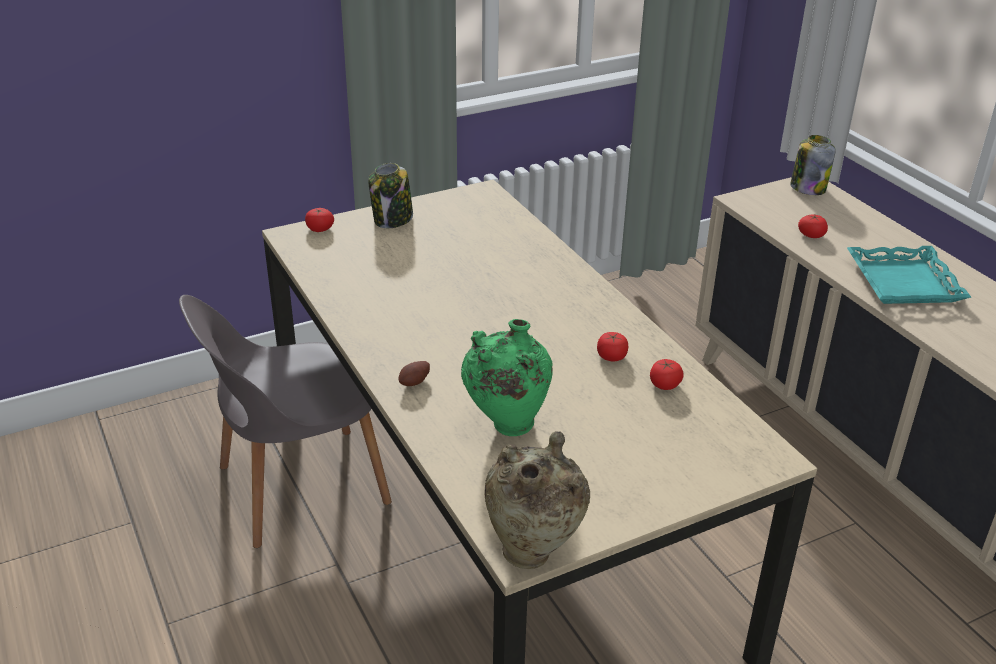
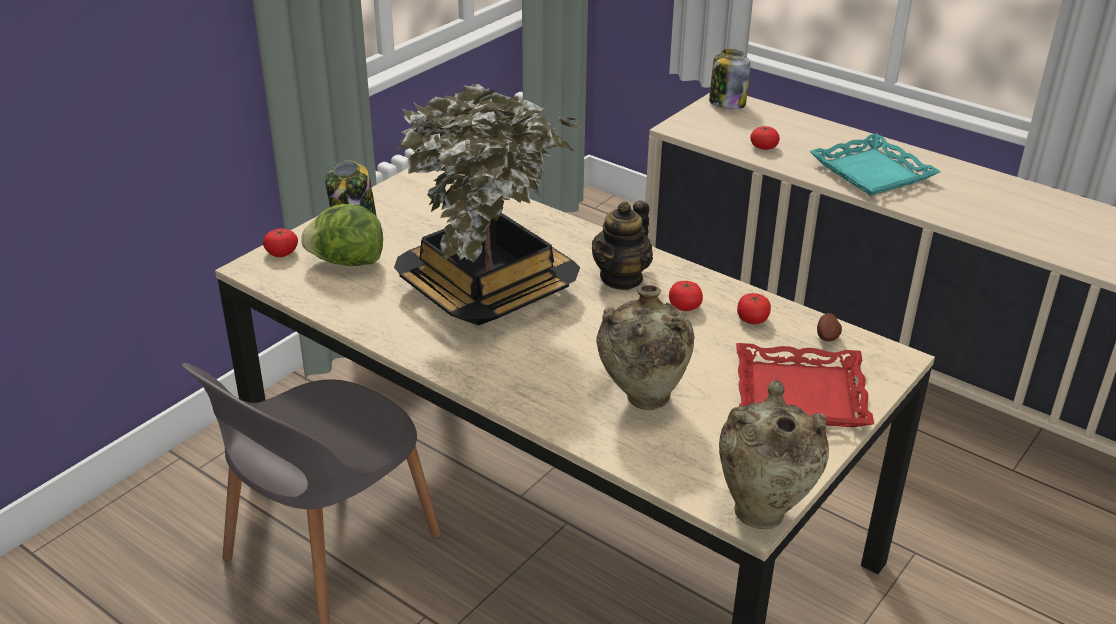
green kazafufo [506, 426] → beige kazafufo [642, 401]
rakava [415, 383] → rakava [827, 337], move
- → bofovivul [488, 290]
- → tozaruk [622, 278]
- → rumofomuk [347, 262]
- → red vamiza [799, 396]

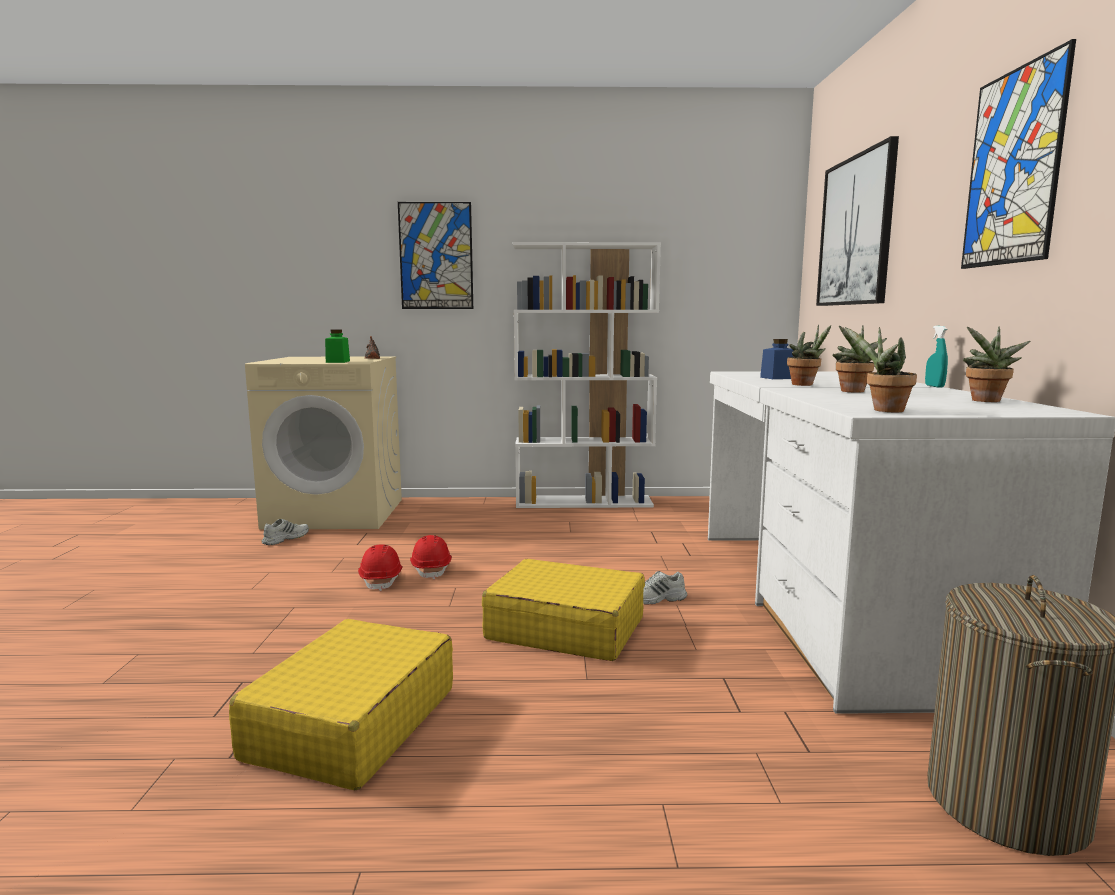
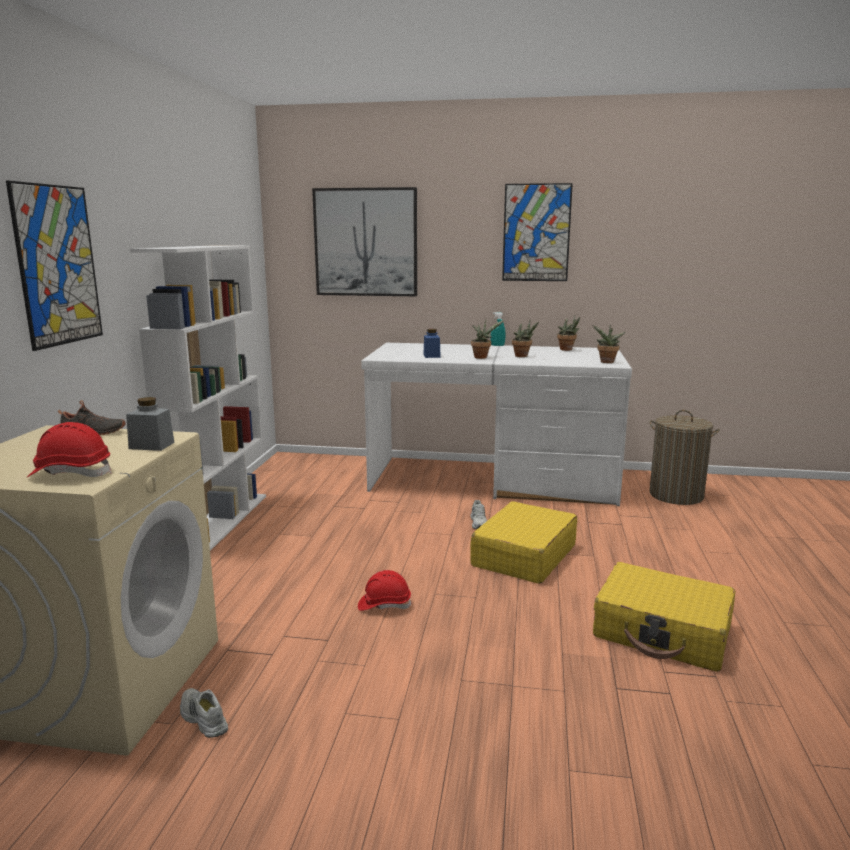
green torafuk [338, 361] → grey torafuk [151, 445]
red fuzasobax [382, 580] → red fuzasobax [71, 474], move

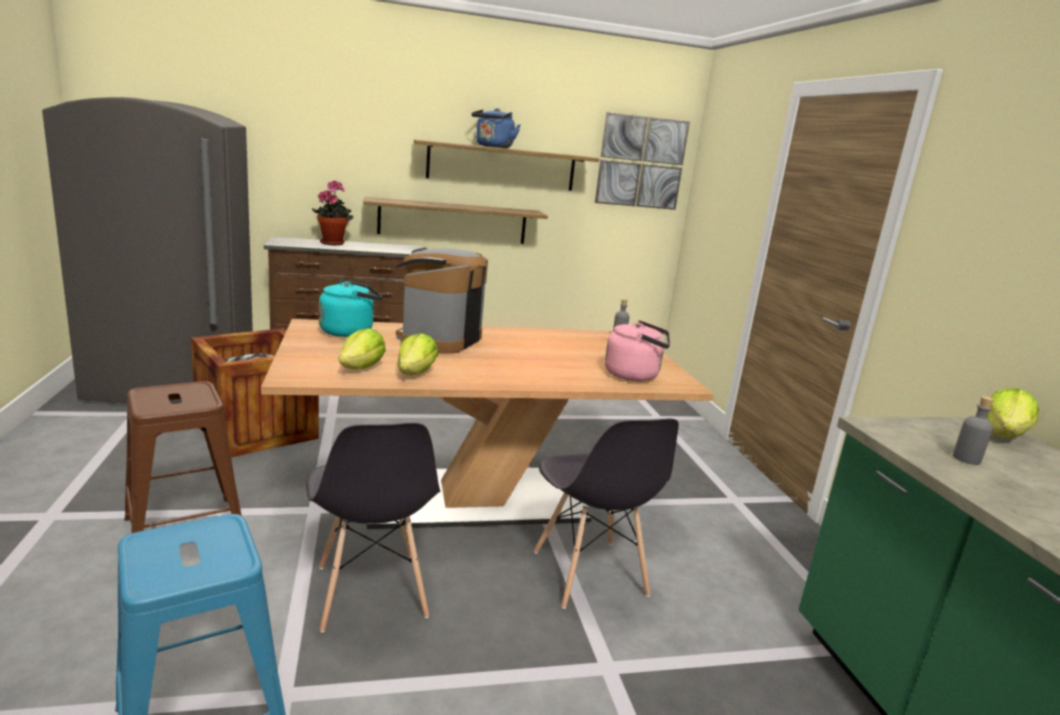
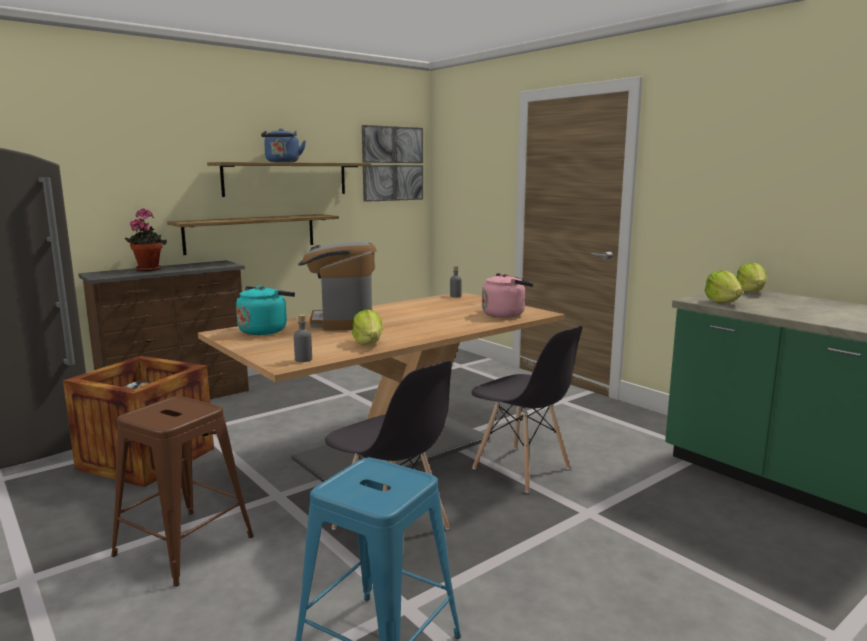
rumofomuk [362, 368] → rumofomuk [722, 302], move
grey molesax [966, 459] → grey molesax [303, 359], move

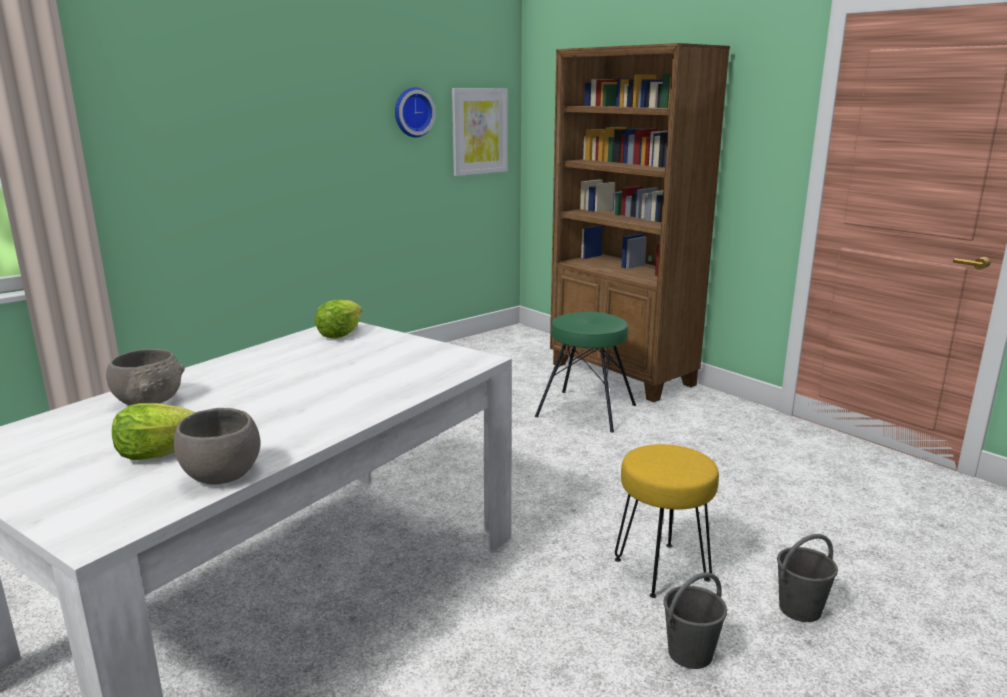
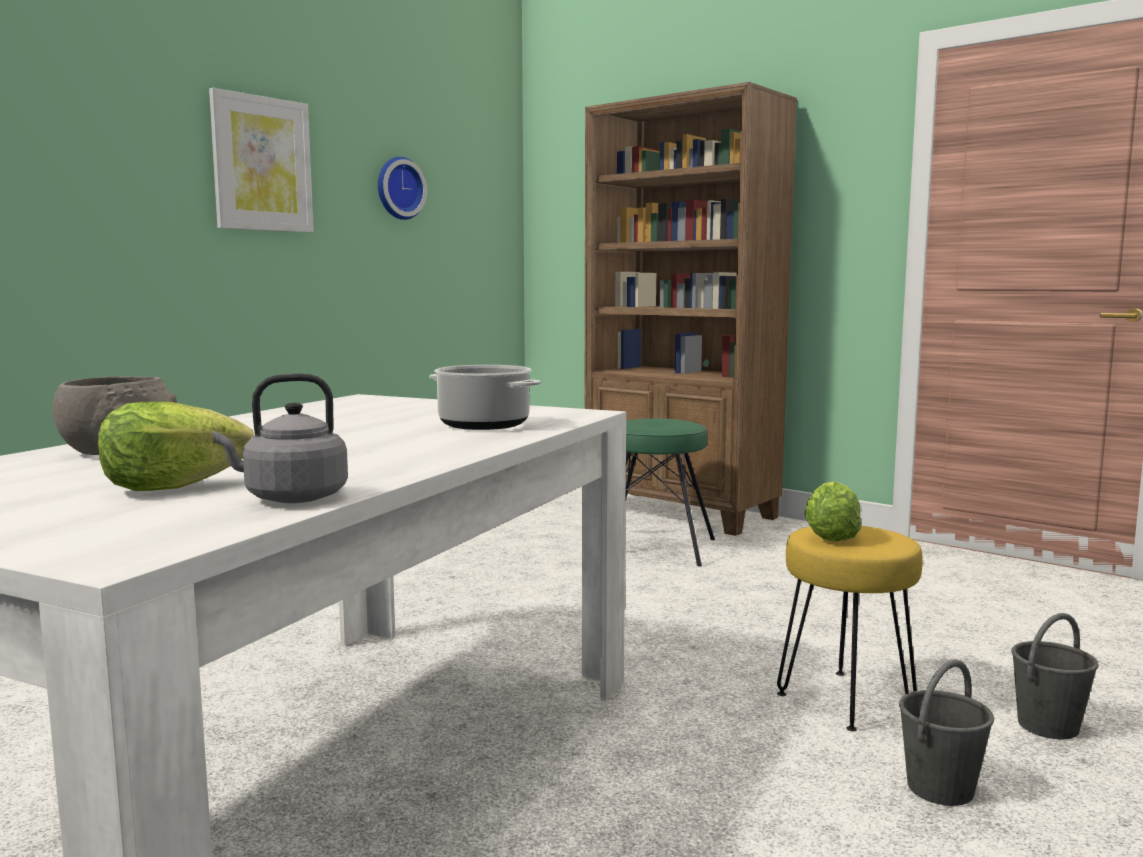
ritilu [479, 131] → ritilu [262, 164], move
rumofomuk [339, 334] → rumofomuk [831, 536], move
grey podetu [220, 473] → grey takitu [290, 498]
- → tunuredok [485, 425]

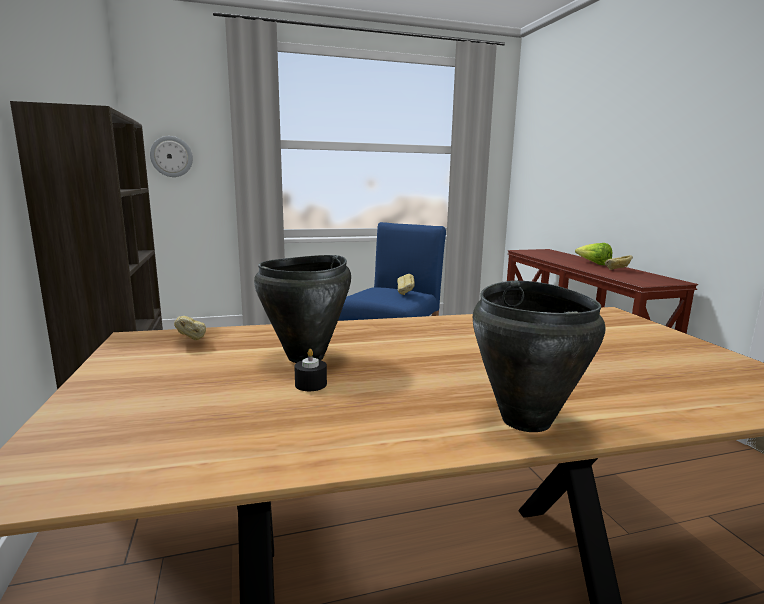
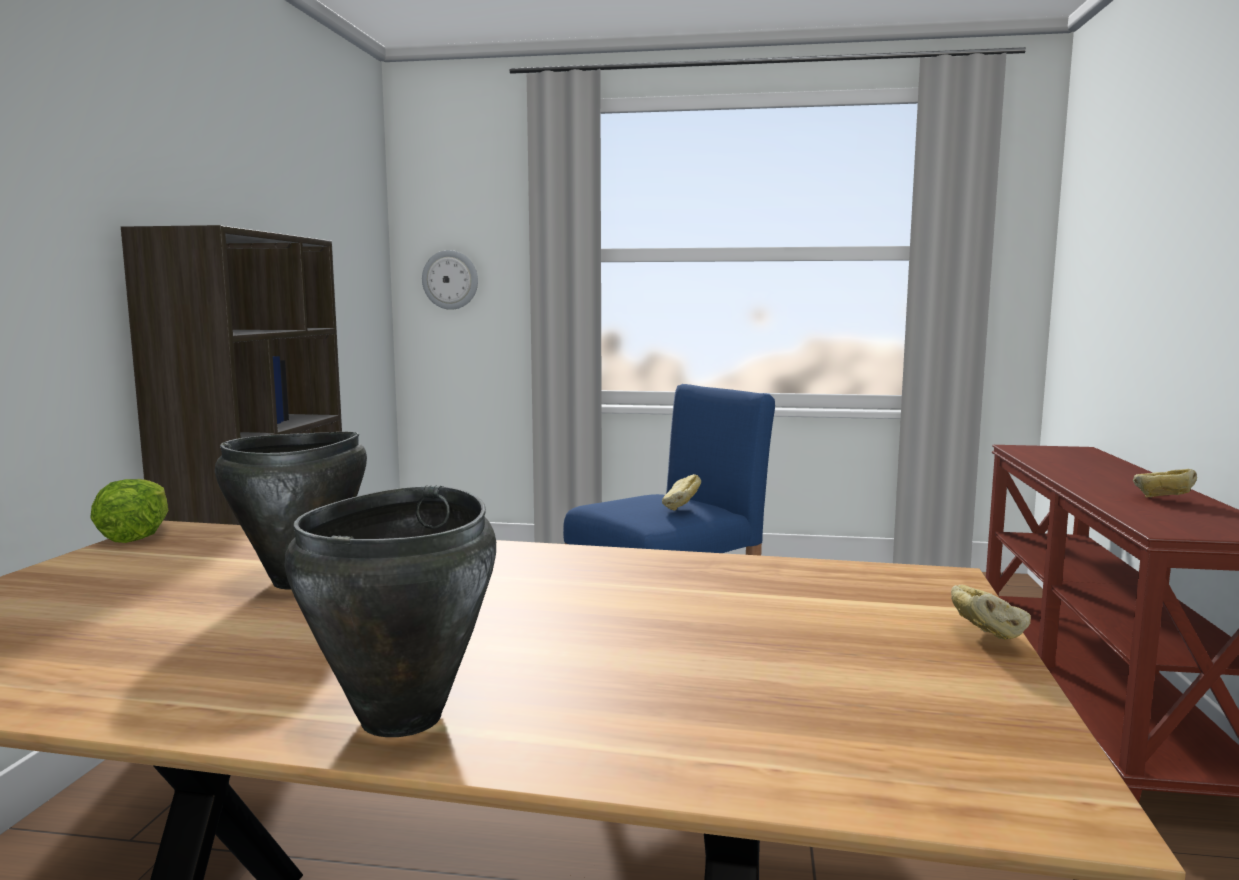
rumofomuk [593, 264] → rumofomuk [137, 535], move
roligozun [192, 341] → roligozun [985, 639], move
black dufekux [311, 384] → -

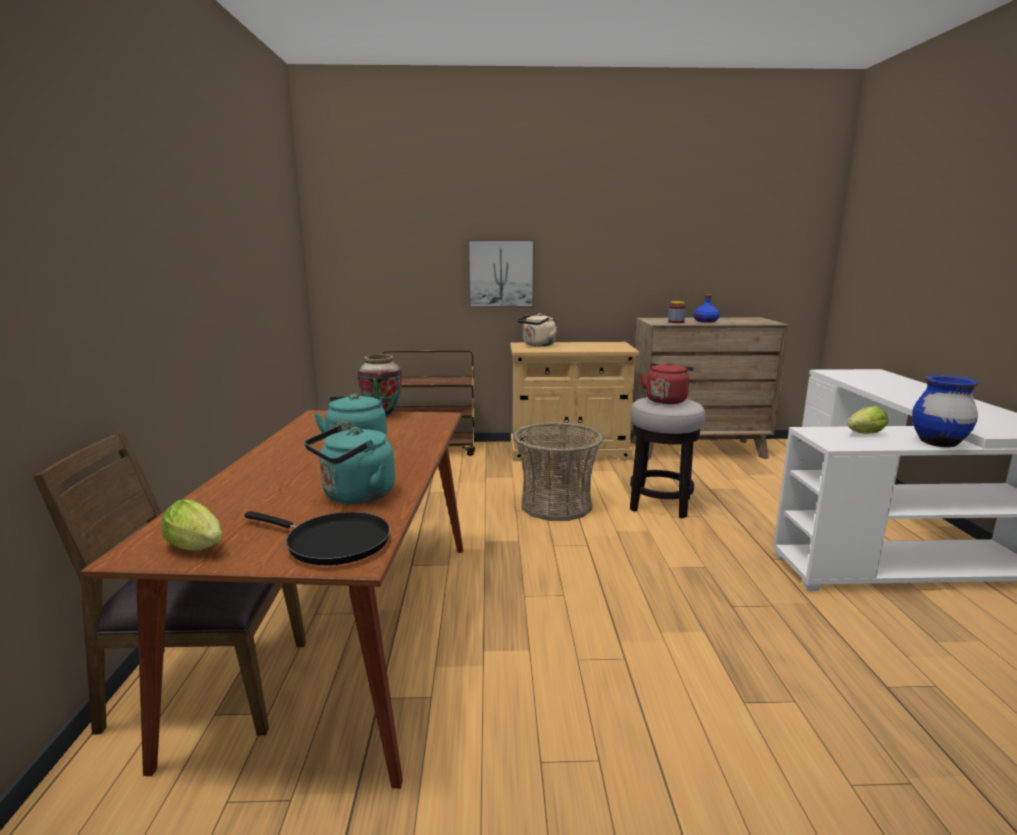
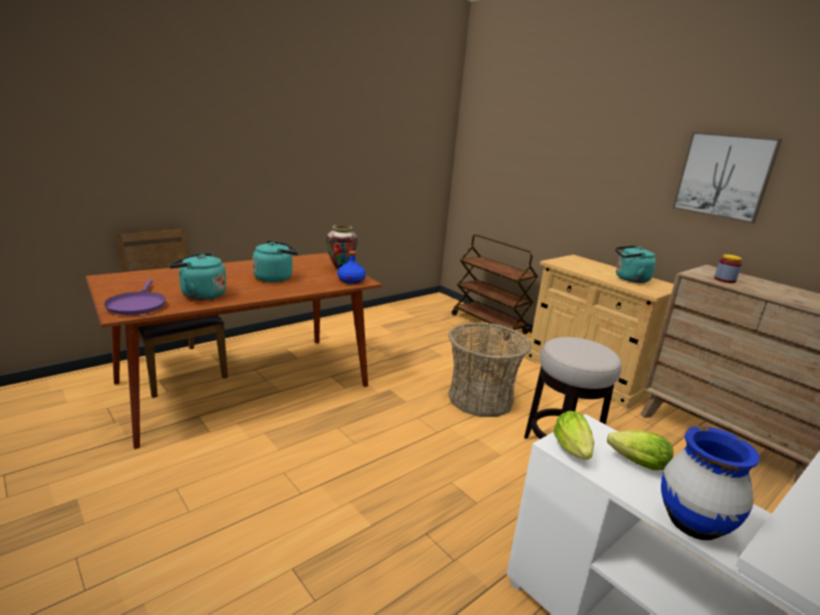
ritilu [501, 273] → ritilu [724, 176], move
blue molesax [706, 321] → blue molesax [351, 280], move
beige takitu [537, 345] → -
red takitu [666, 400] → -
rumofomuk [199, 548] → rumofomuk [573, 452], move
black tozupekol [332, 543] → purple tozupekol [137, 305]
- → turquoise takitu [629, 279]

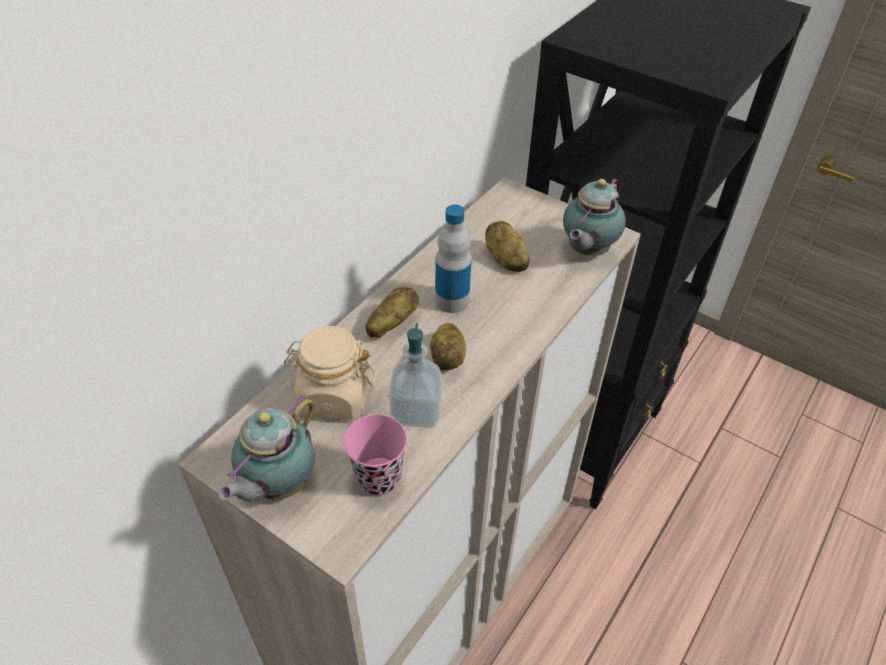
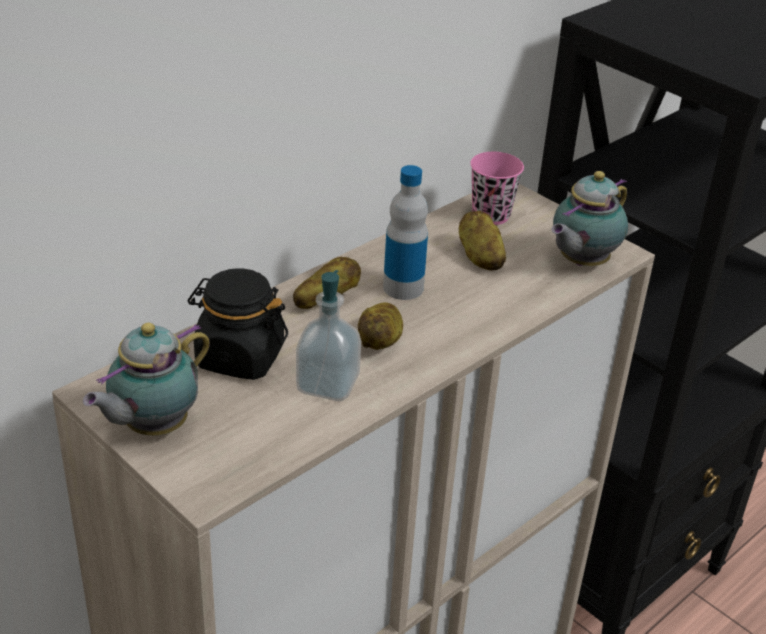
beige torafuk [334, 396] → black torafuk [239, 357]
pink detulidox [378, 478] → pink detulidox [491, 215], move

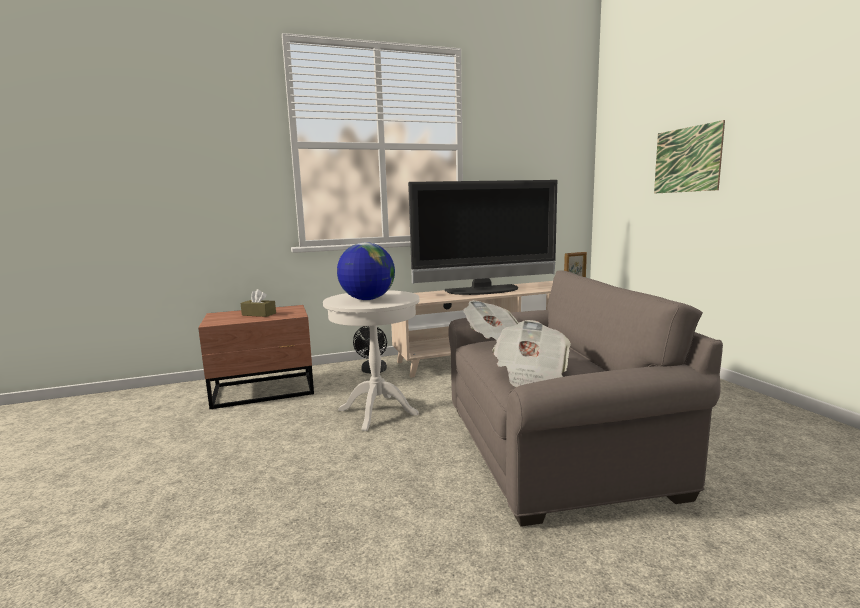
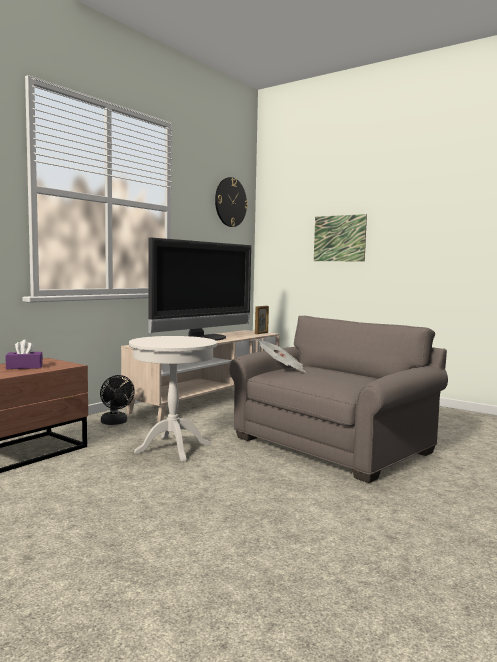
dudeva [367, 299] → -
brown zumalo [259, 314] → purple zumalo [24, 367]
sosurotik [530, 374] → -
- → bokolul [230, 202]

